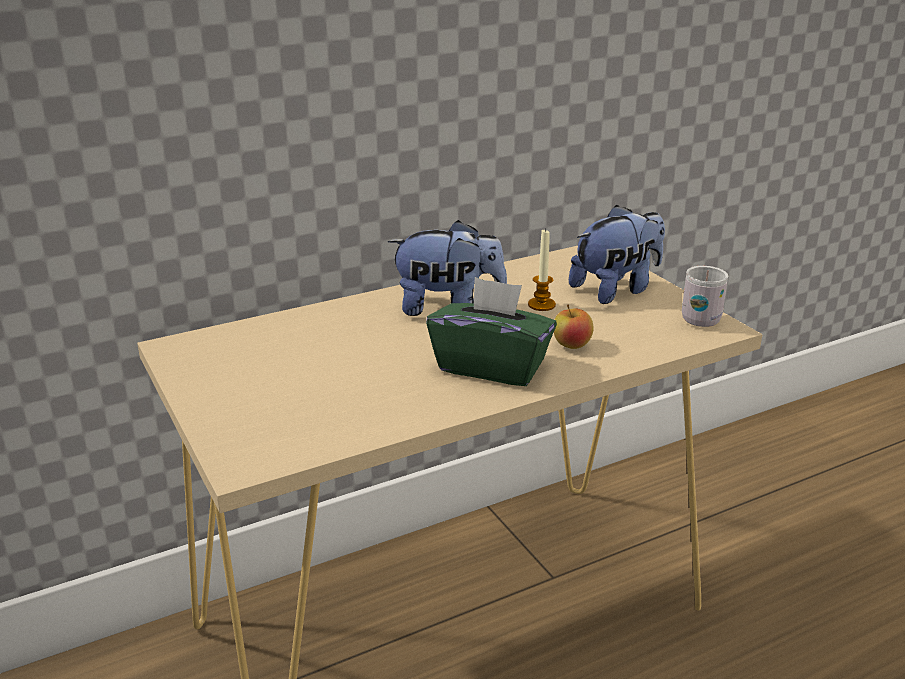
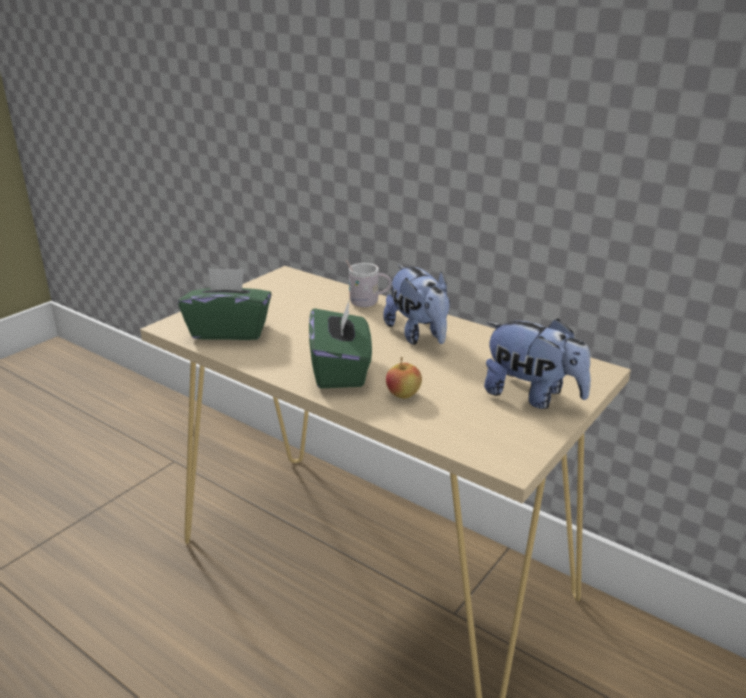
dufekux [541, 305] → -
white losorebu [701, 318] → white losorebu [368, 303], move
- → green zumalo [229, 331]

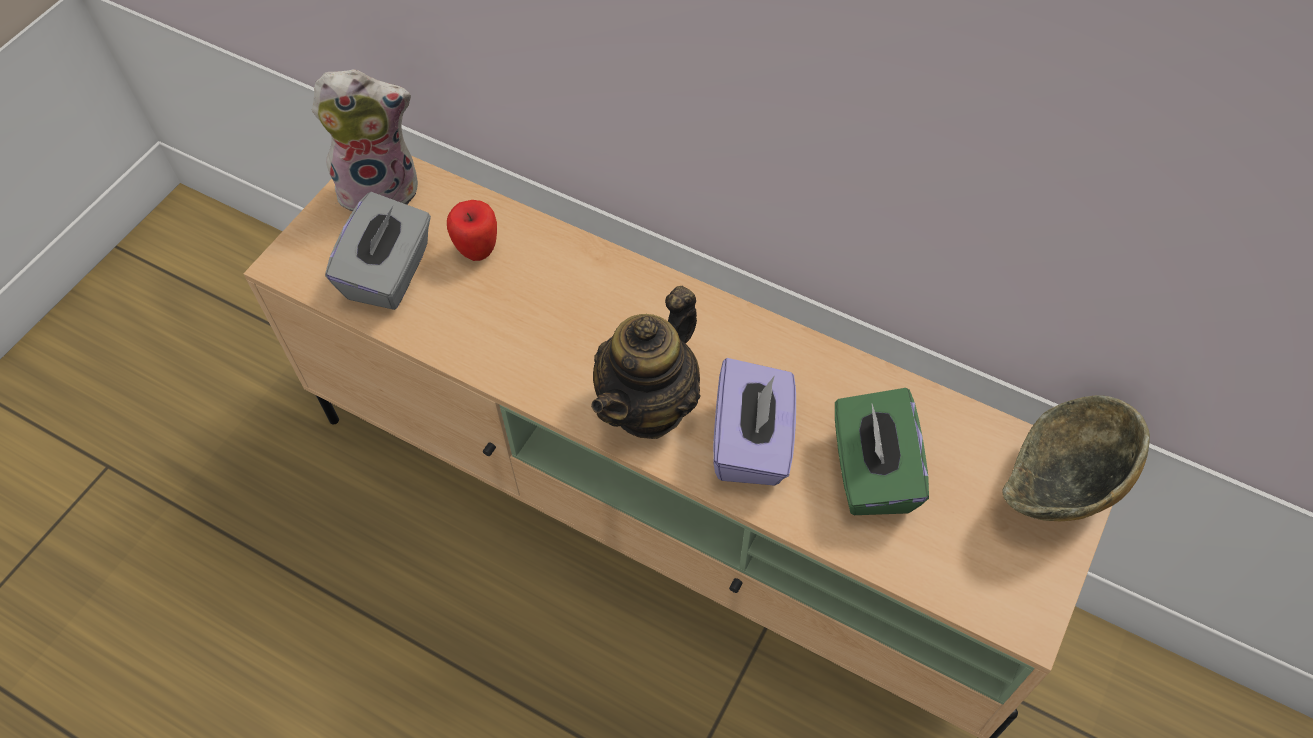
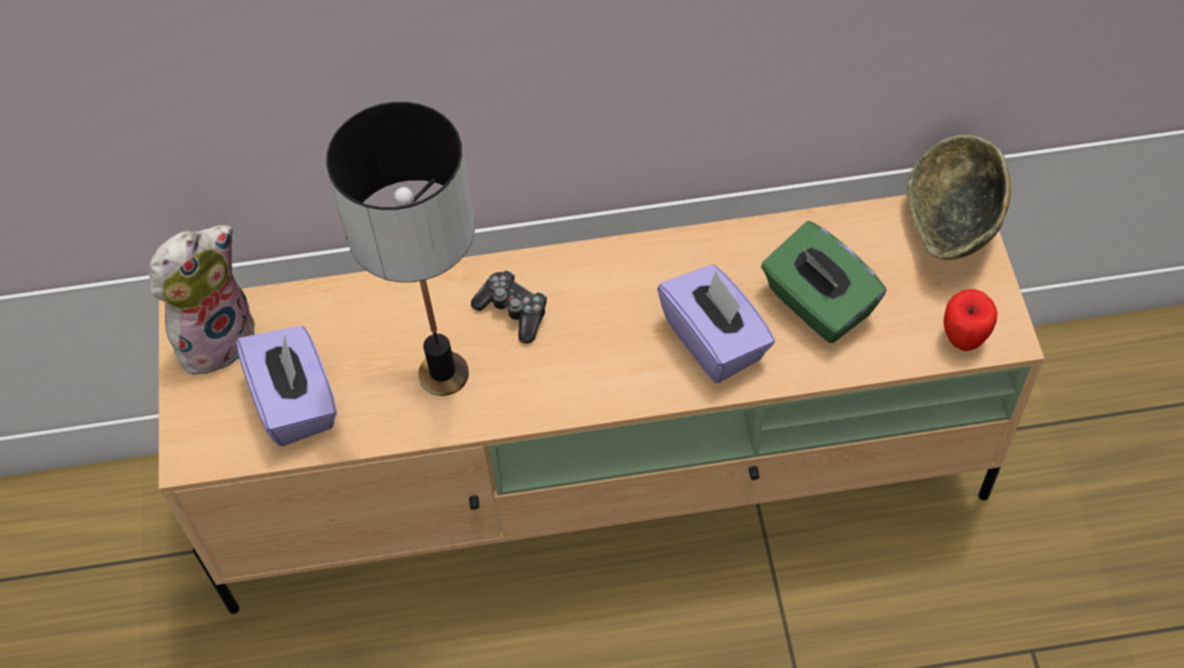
grey zumalo [390, 273] → purple zumalo [296, 402]
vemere [478, 250] → vemere [963, 339], move
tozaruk [649, 405] → -
- → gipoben [445, 373]
- → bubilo [513, 311]

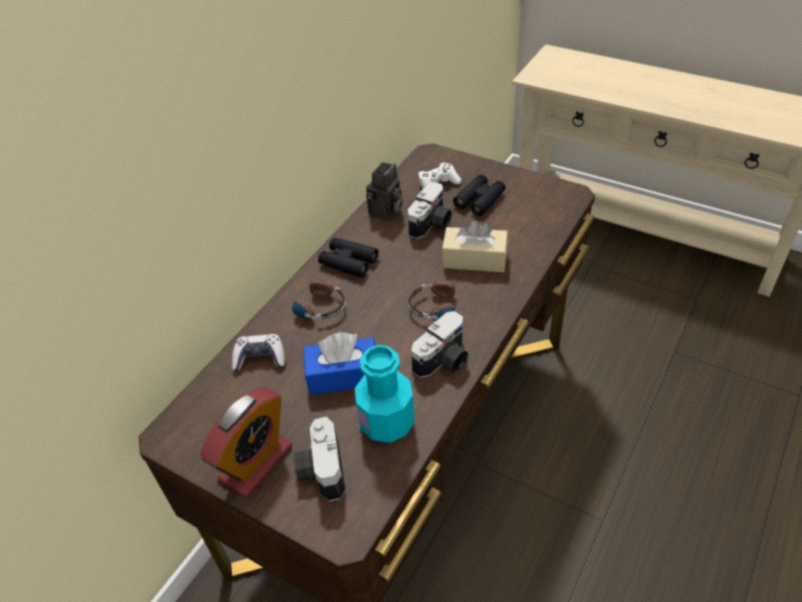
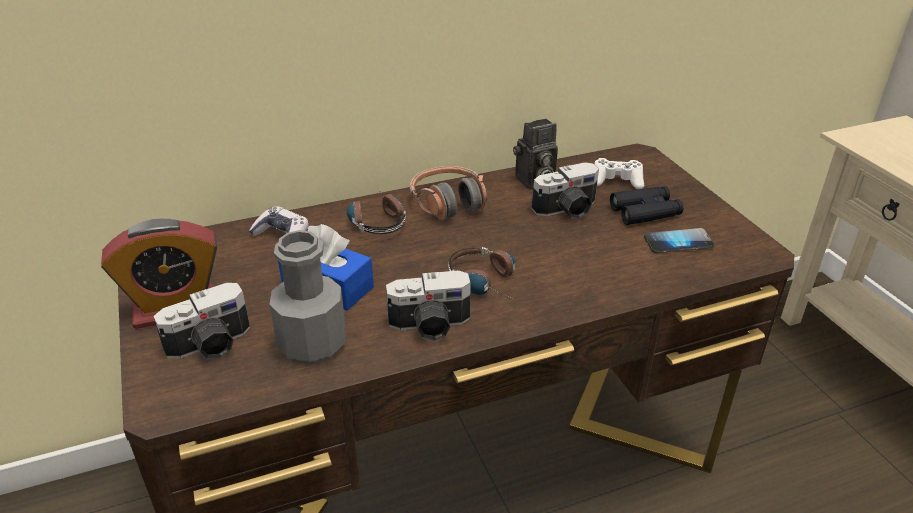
beige zumalo [474, 259] → -
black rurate [348, 262] → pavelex [449, 203]
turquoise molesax [387, 422] → grey molesax [312, 344]
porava [320, 470] → porava [211, 345], 150 degrees counterclockwise
- → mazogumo [678, 242]

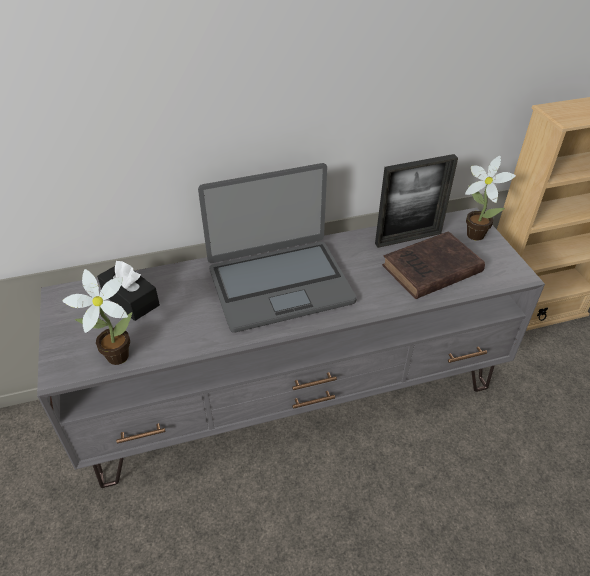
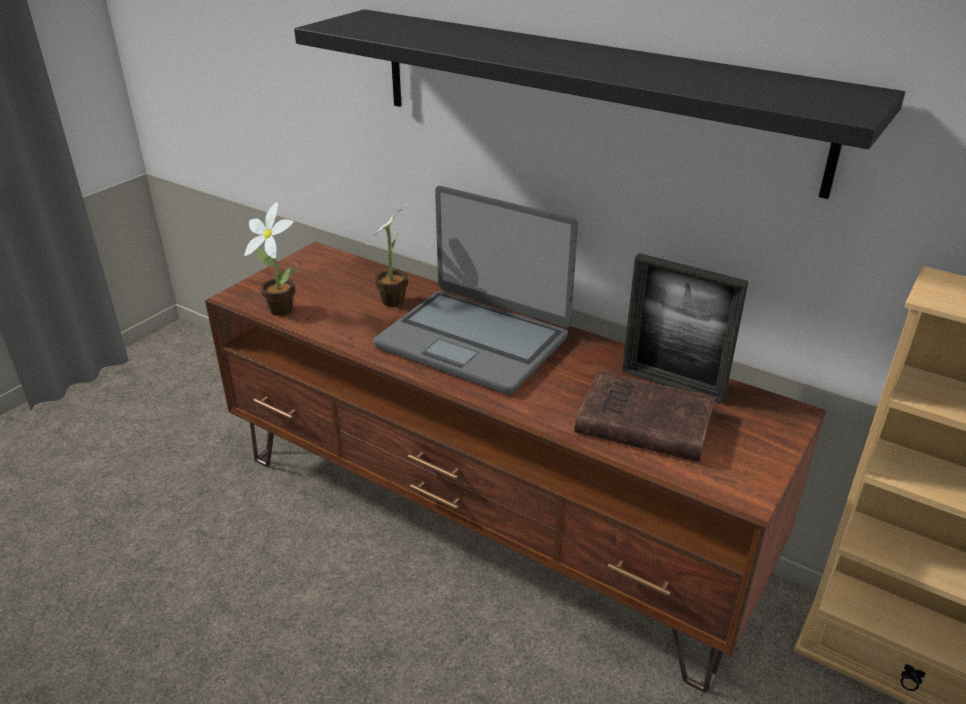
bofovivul [473, 233] → bofovivul [395, 299], move
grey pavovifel [295, 394] → brown pavovifel [486, 519]
black zumalo [131, 299] → -
- → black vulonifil [587, 95]

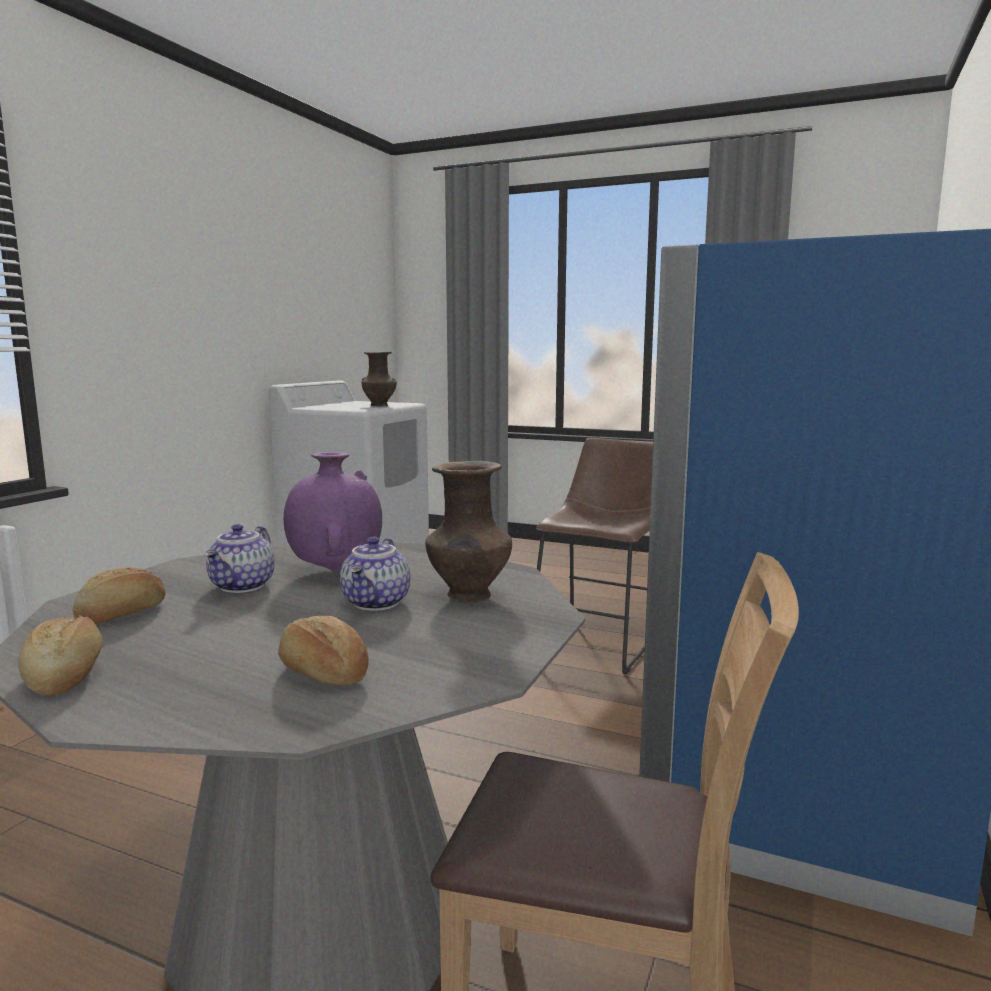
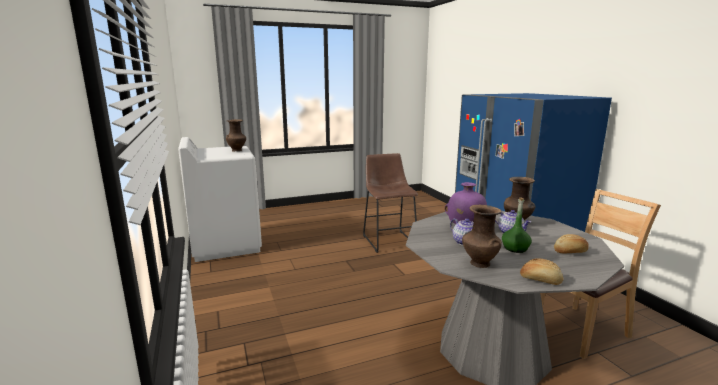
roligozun [123, 615] → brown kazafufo [479, 263]
- → green molesax [515, 248]

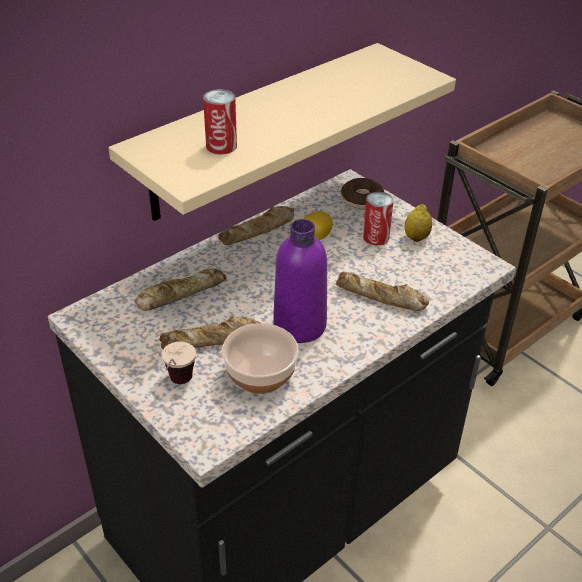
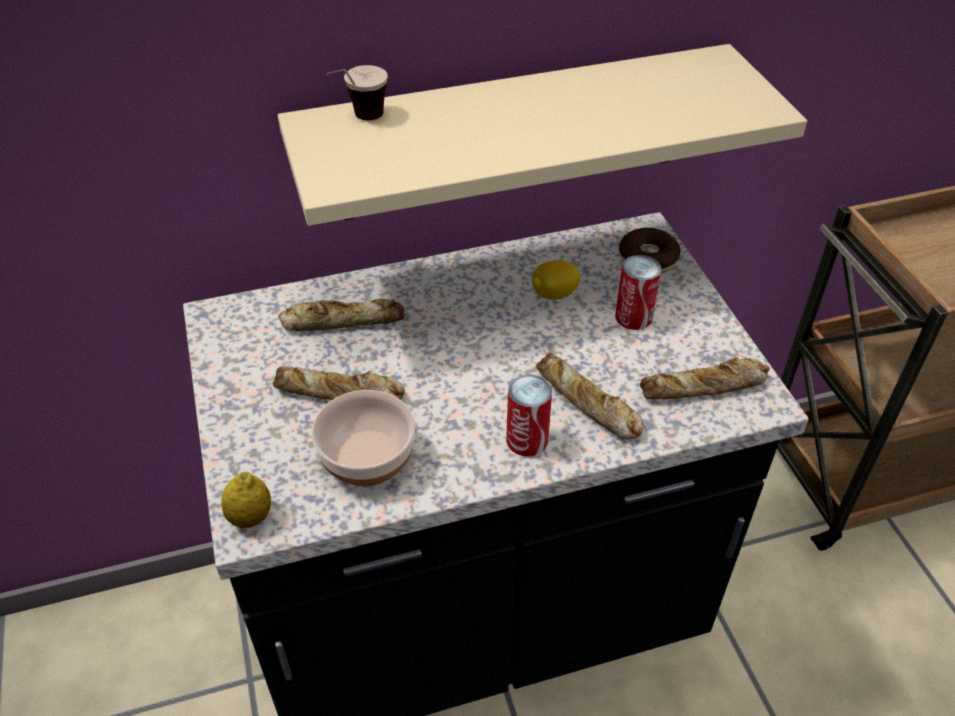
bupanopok [221, 146] → bupanopok [527, 440], move
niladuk [416, 238] → niladuk [250, 517], move
roligozun [258, 231] → roligozun [704, 387], move
purple molesax [299, 325] → -
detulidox [178, 386] → detulidox [359, 122], move

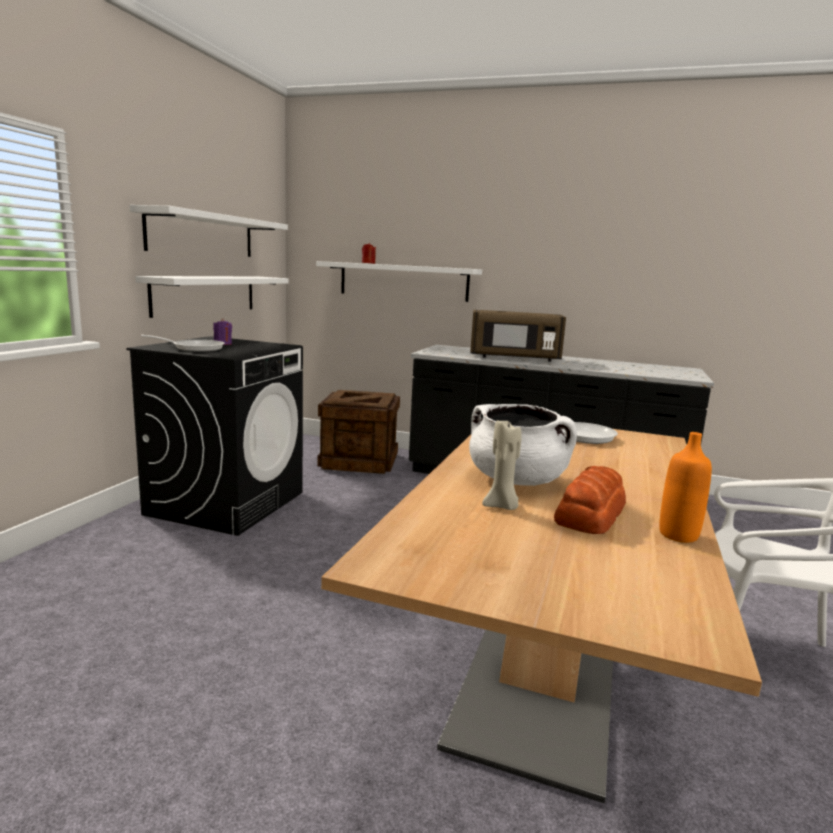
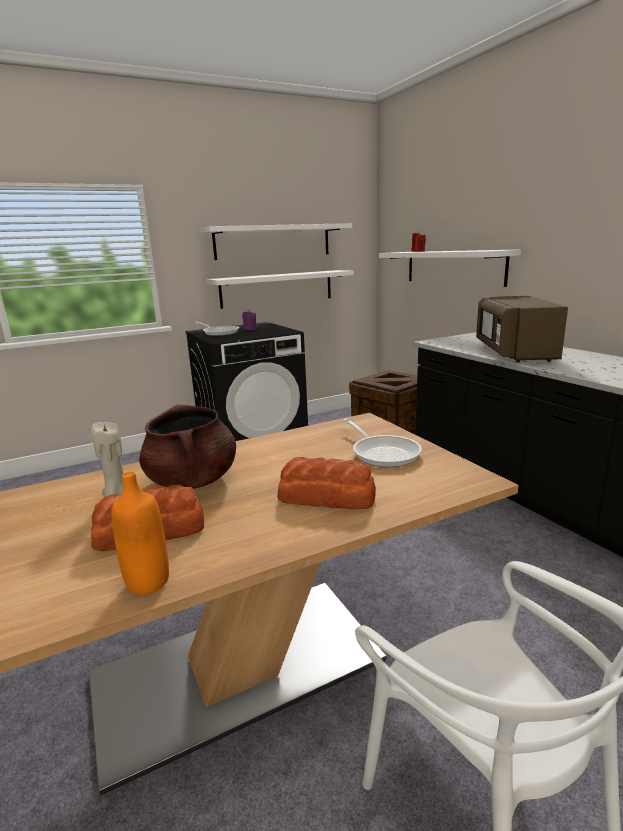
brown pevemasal [514, 358] → brown pevemasal [514, 353], 45 degrees clockwise
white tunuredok [516, 480] → brown tunuredok [193, 481]
- → roligozun [327, 497]

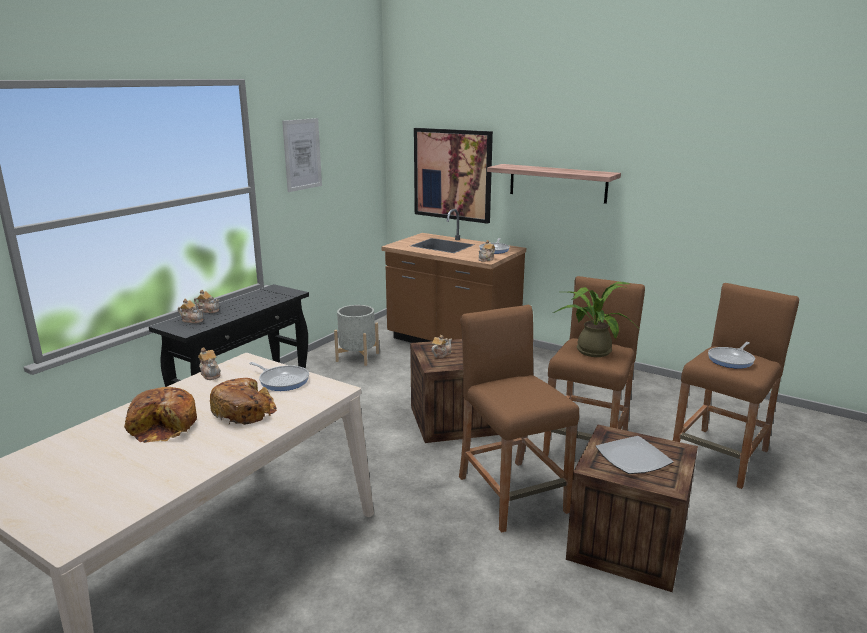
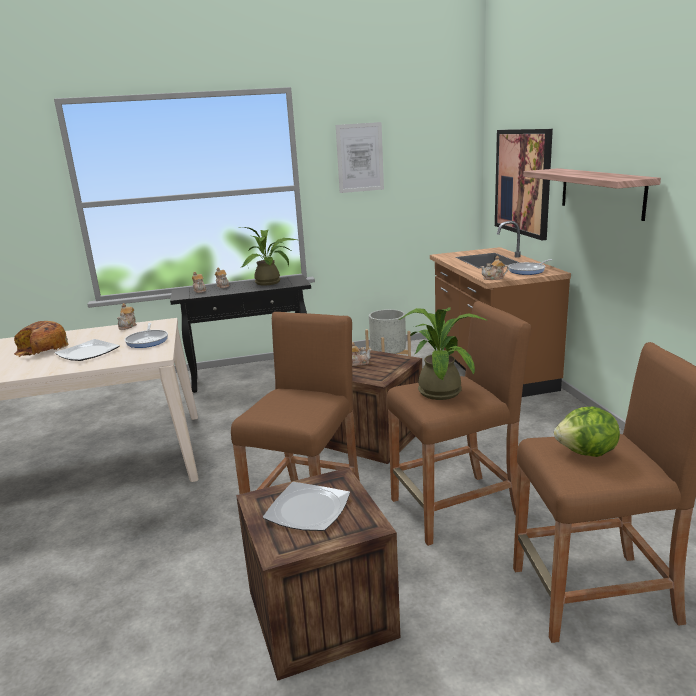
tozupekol [732, 360] → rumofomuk [587, 453]
roligozun [244, 411] → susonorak [87, 353]
- → bofovivul [271, 282]

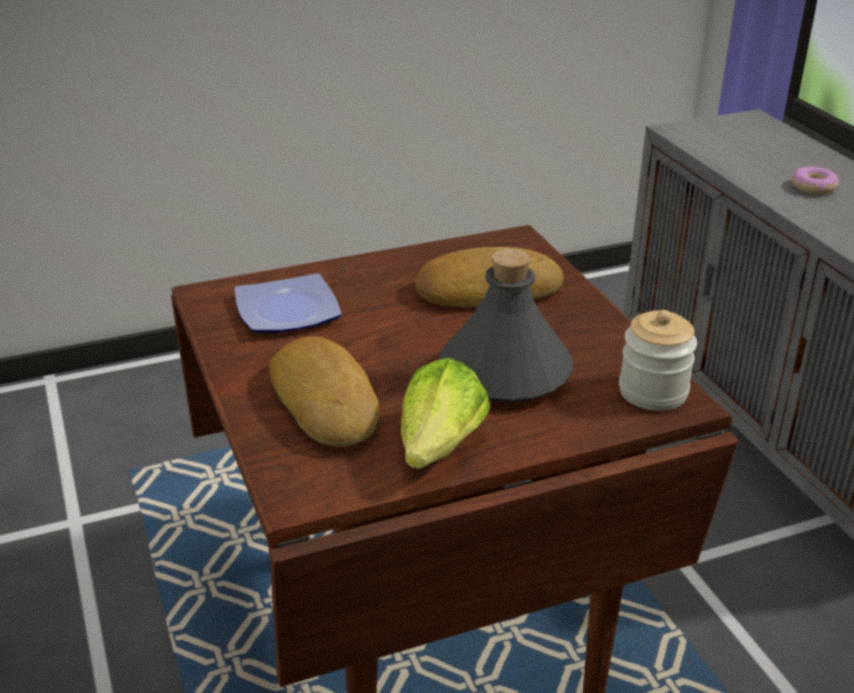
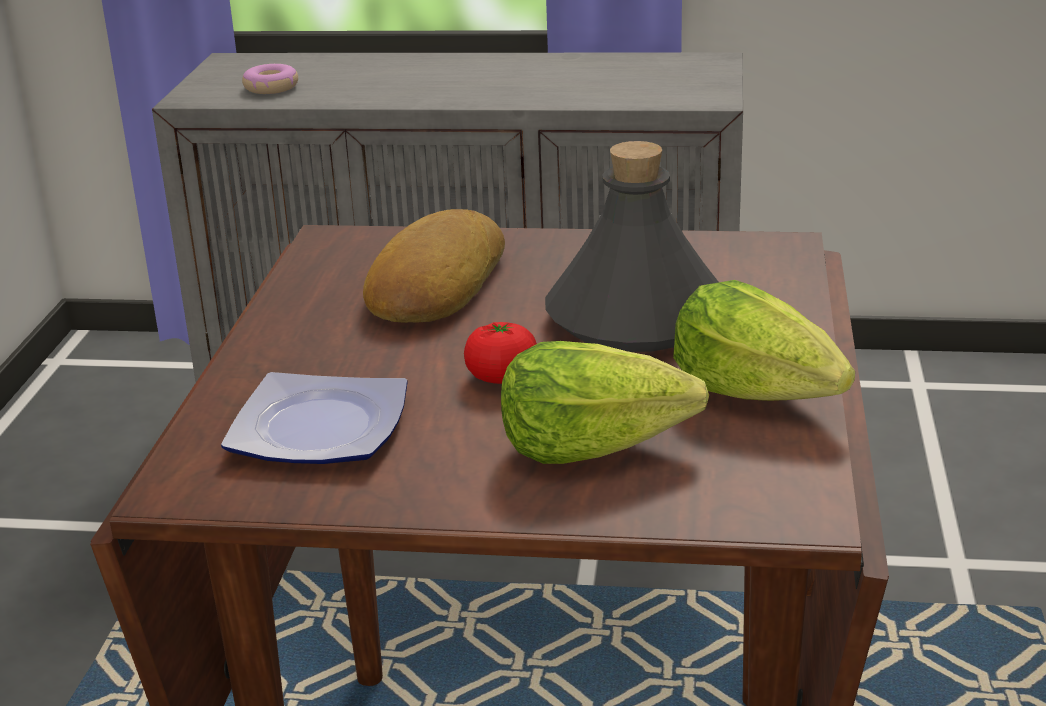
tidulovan [813, 187] → tidulovan [271, 88], move
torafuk [653, 392] → -
roligozun [328, 401] → rumofomuk [593, 445]
- → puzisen [502, 377]

